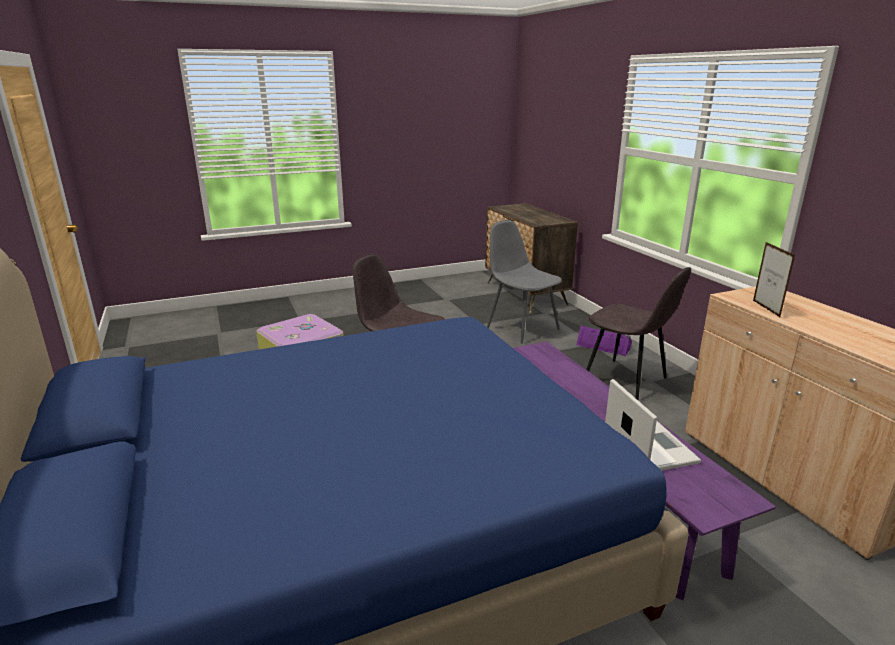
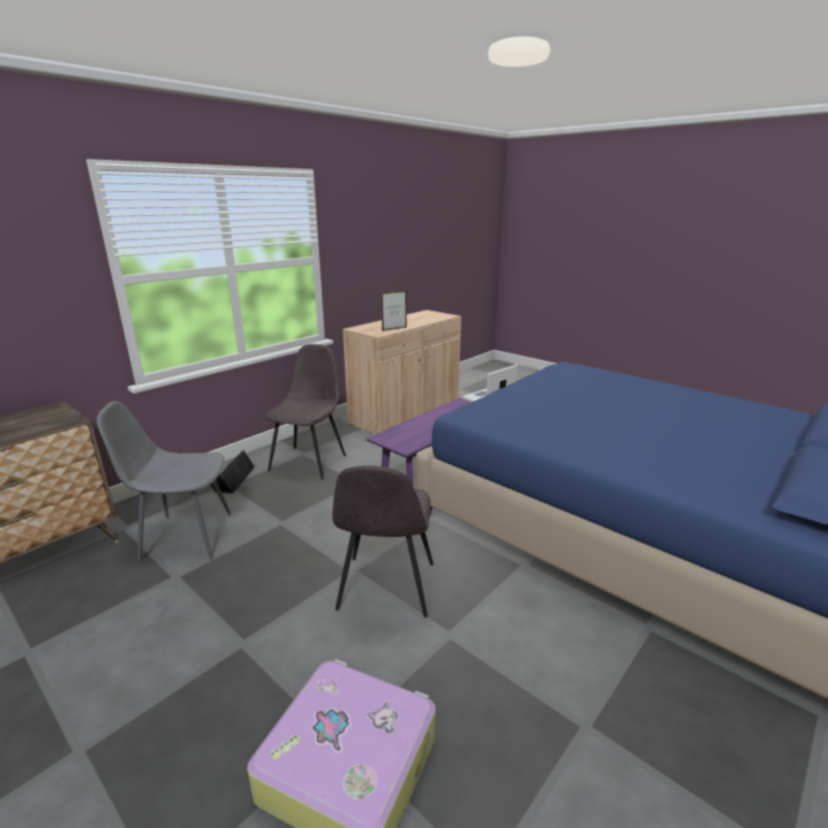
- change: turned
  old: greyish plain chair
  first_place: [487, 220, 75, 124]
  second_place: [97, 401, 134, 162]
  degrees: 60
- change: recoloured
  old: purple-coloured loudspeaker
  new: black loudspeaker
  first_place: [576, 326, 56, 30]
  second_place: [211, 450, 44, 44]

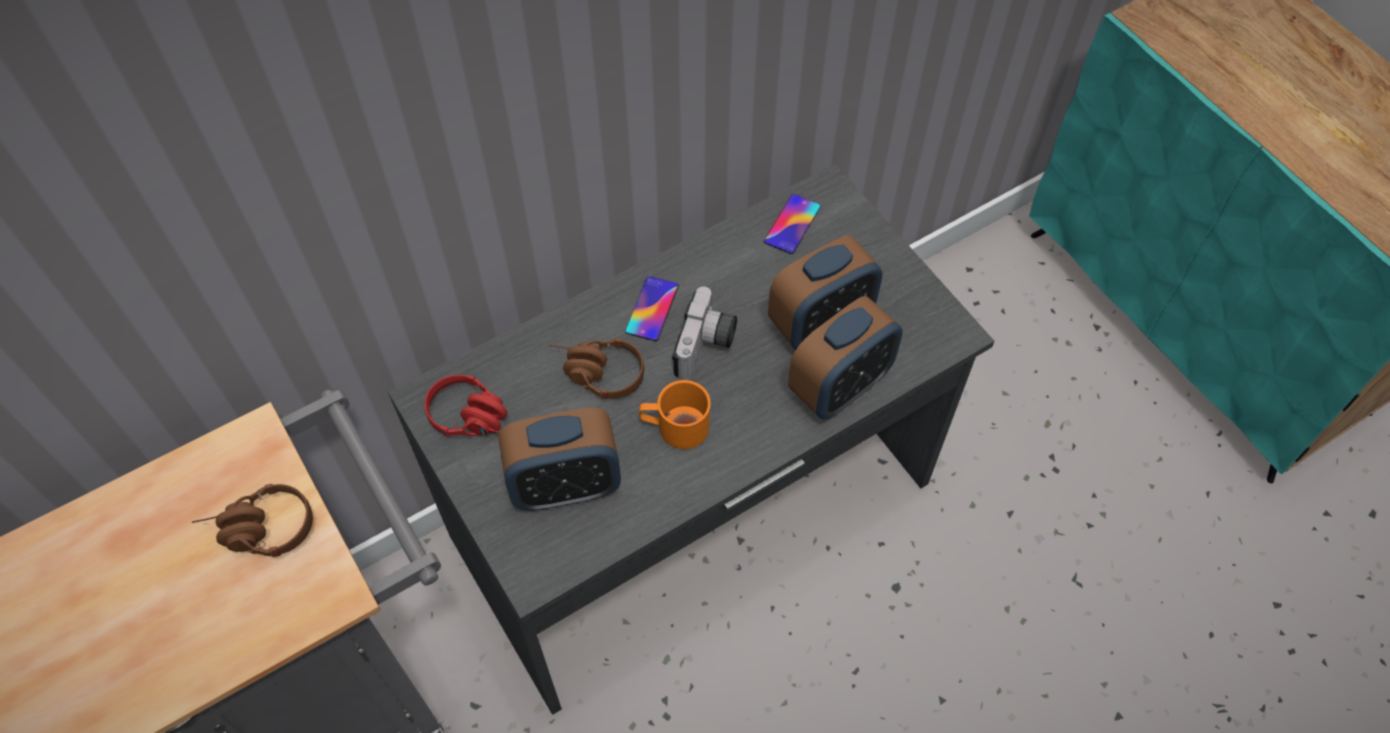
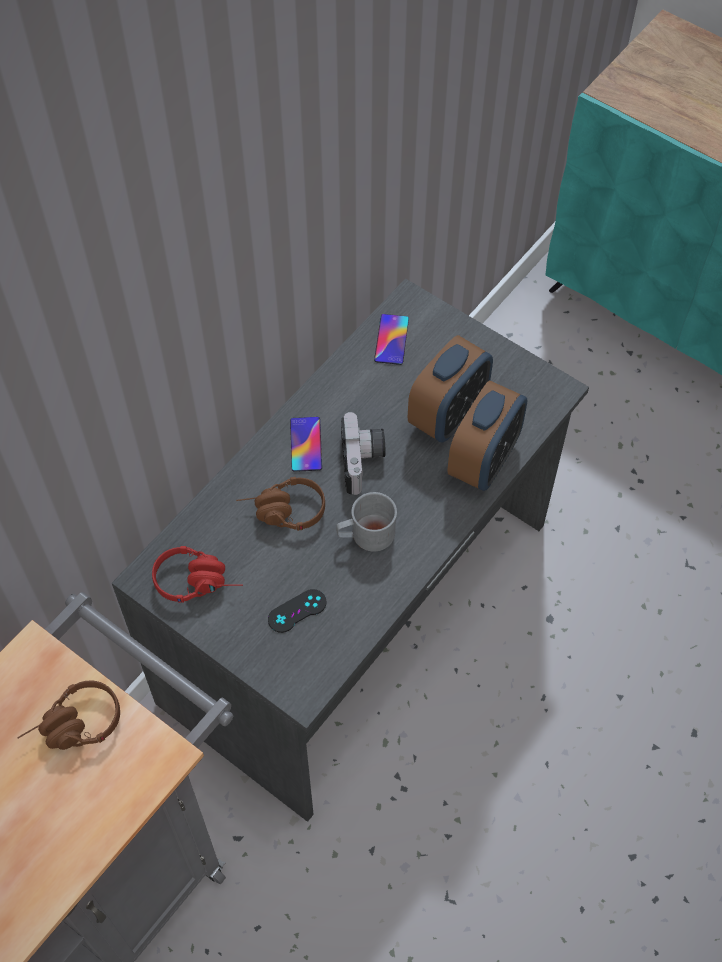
- change: replaced
  old: alarm clock
  new: black joypad
  first_place: [498, 408, 123, 103]
  second_place: [268, 589, 59, 44]
- change: recoloured
  old: orangey tea mug
  new: greyish tea mug
  first_place: [639, 380, 72, 69]
  second_place: [336, 492, 61, 60]

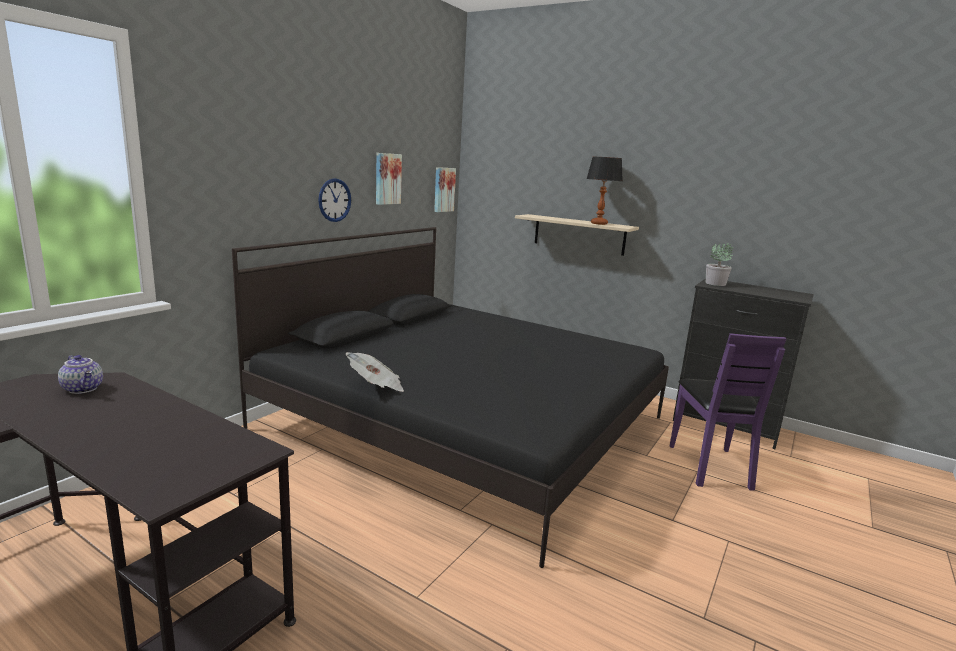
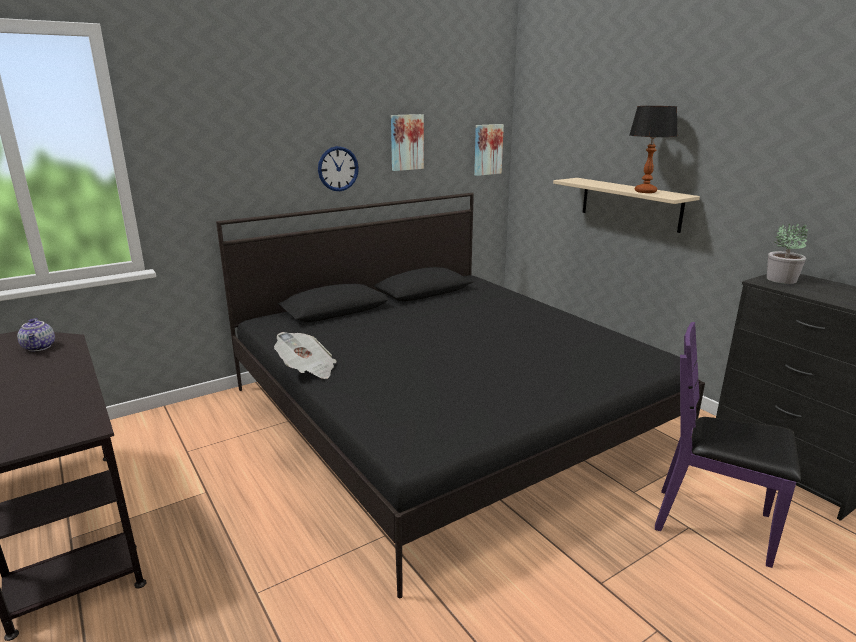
- change: turned
  old: purple-coloured plain chair
  first_place: [670, 333, 116, 158]
  second_place: [655, 322, 146, 246]
  degrees: 90

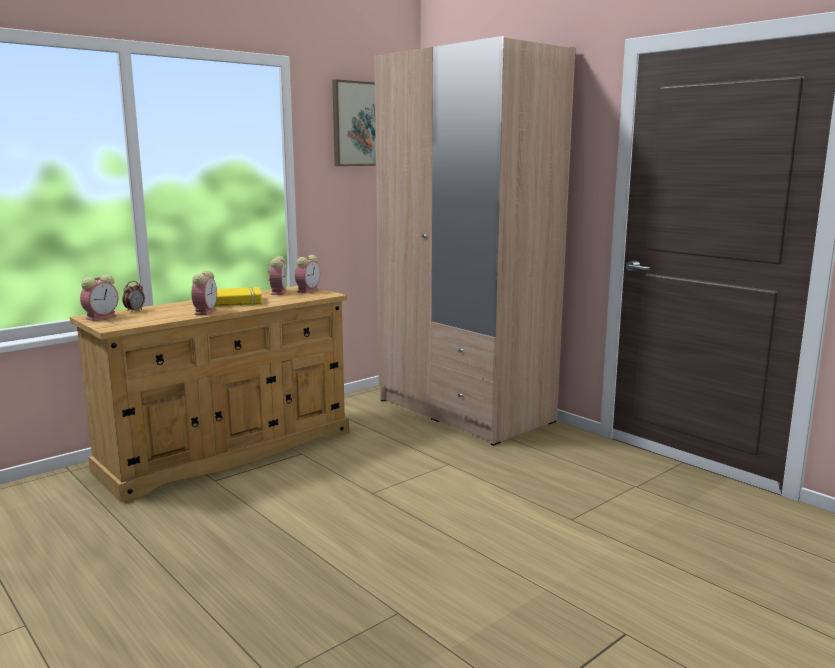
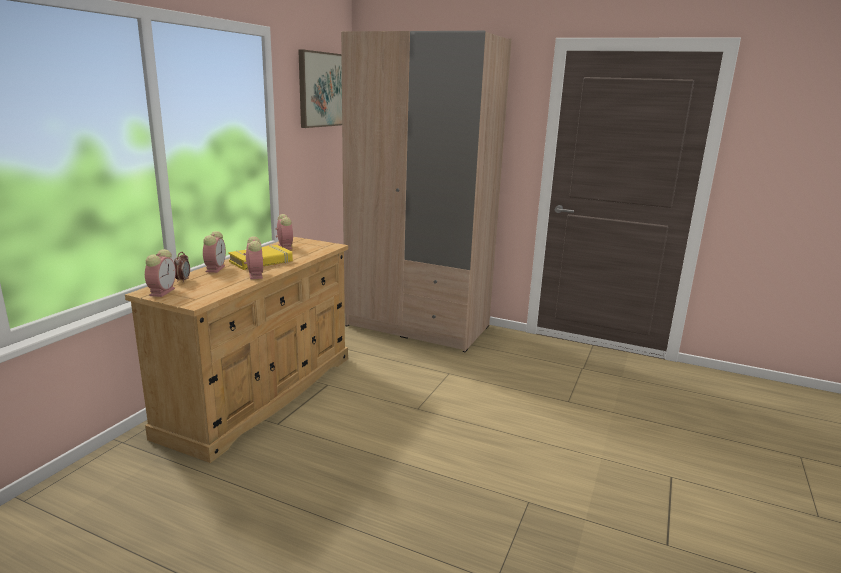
- change: moved
  old: alarm clock
  first_place: [295, 255, 25, 38]
  second_place: [203, 231, 23, 42]

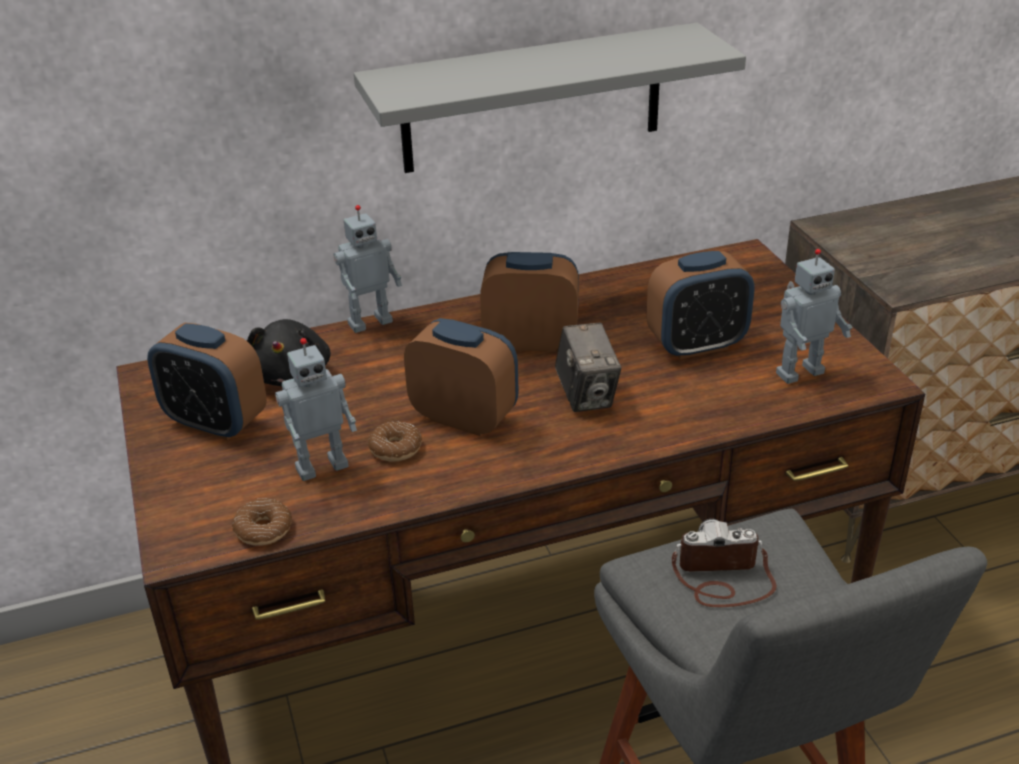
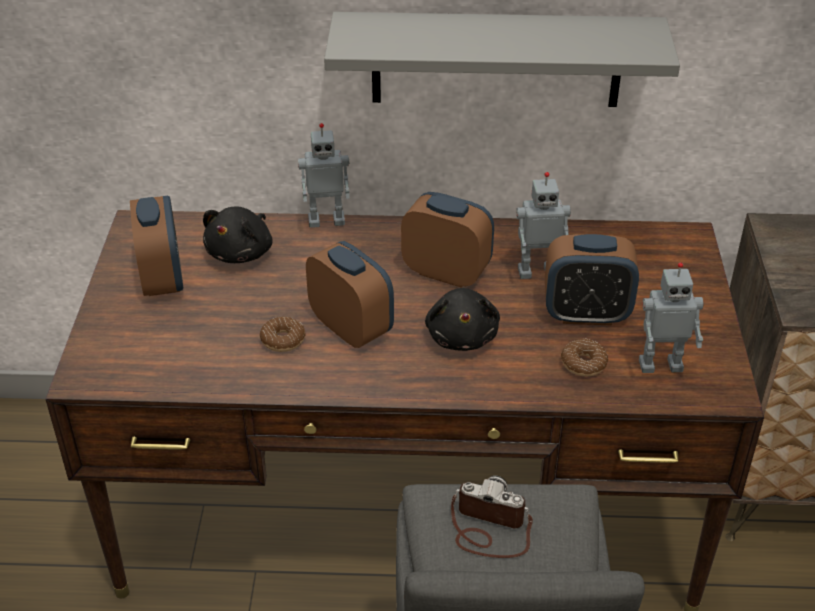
- change: turned
  old: alarm clock
  first_place: [147, 323, 120, 118]
  second_place: [130, 196, 53, 100]
  degrees: -150
- change: replaced
  old: still camera
  new: black plush toy
  first_place: [555, 323, 67, 89]
  second_place: [425, 288, 75, 63]
- change: moved
  old: model robot
  first_place: [275, 338, 82, 143]
  second_place: [516, 172, 55, 107]
- change: moved
  old: doughnut
  first_place: [232, 498, 60, 48]
  second_place: [561, 338, 47, 39]

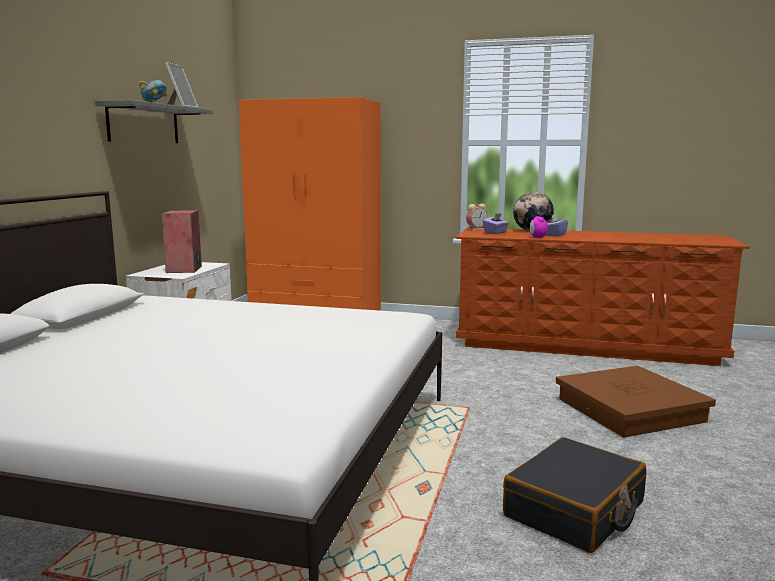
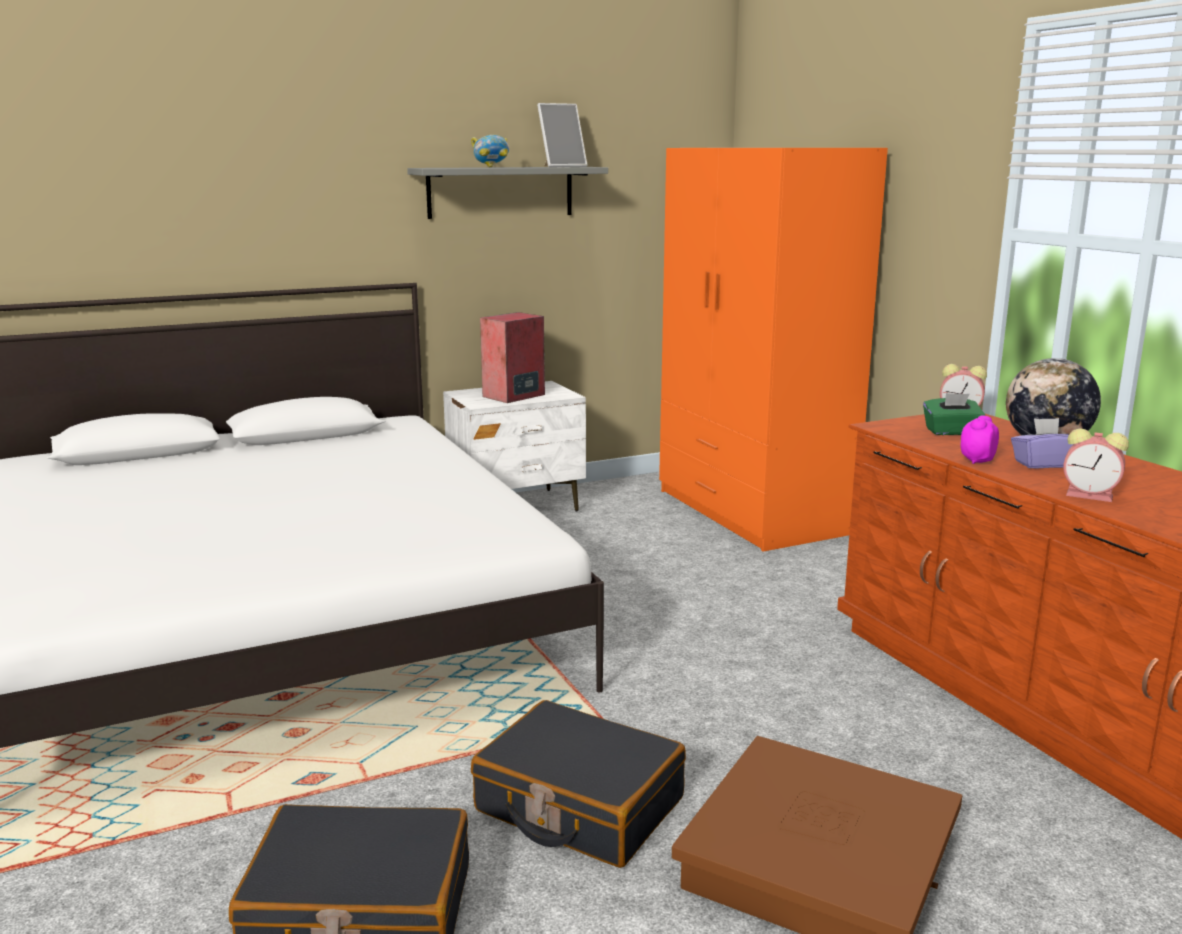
- change: added
  new: black suitcase
  second_place: [471, 700, 215, 168]
- change: recoloured
  old: purple-coloured box of tissues
  new: green box of tissues
  first_place: [483, 213, 26, 21]
  second_place: [923, 393, 62, 42]
- change: added
  new: alarm clock
  second_place: [1063, 428, 66, 74]

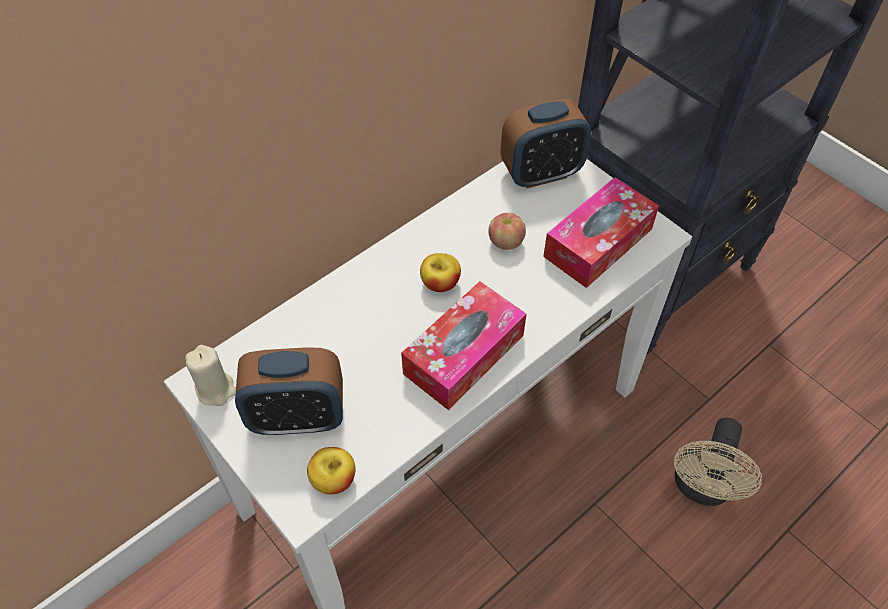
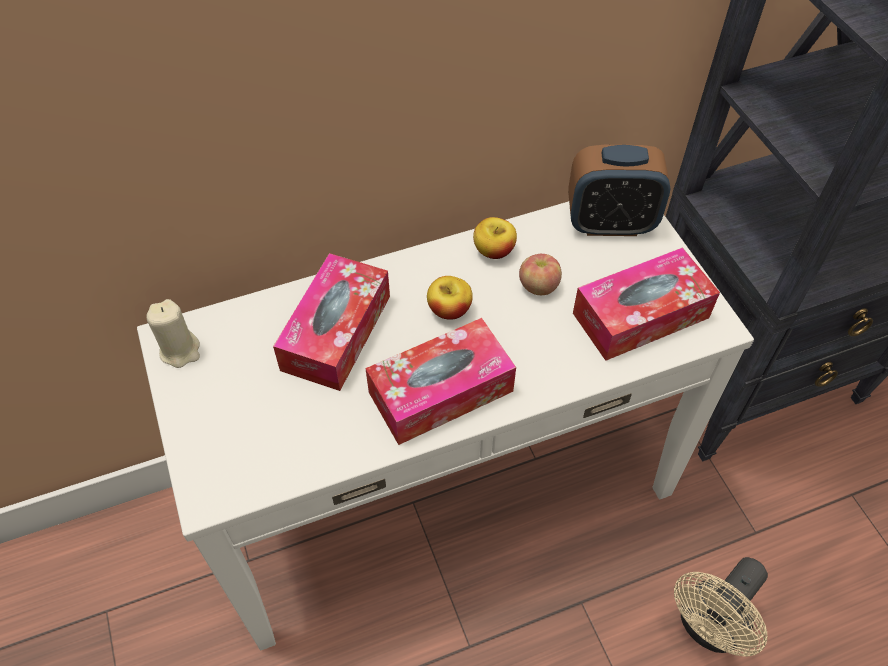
- change: added
  new: box of tissues
  second_place: [273, 253, 117, 138]
- change: moved
  old: whole apple
  first_place: [307, 447, 49, 47]
  second_place: [473, 217, 44, 42]
- change: removed
  old: alarm clock
  first_place: [235, 347, 108, 88]

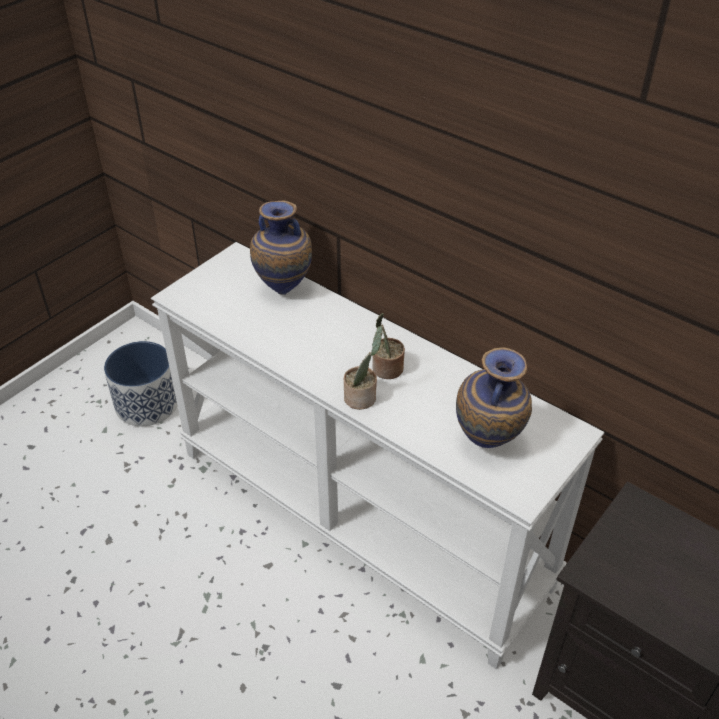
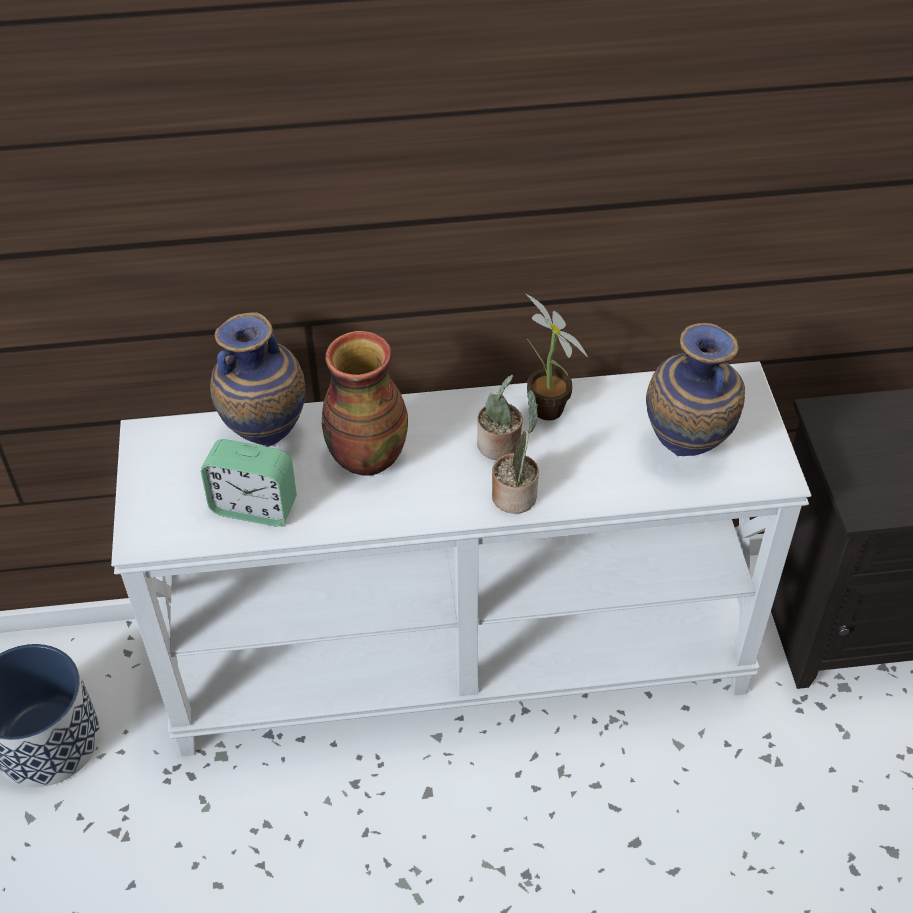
- change: added
  new: alarm clock
  second_place: [201, 439, 96, 87]
- change: added
  new: flower vase
  second_place: [322, 331, 86, 145]
- change: added
  new: potted plant
  second_place: [526, 294, 62, 126]

